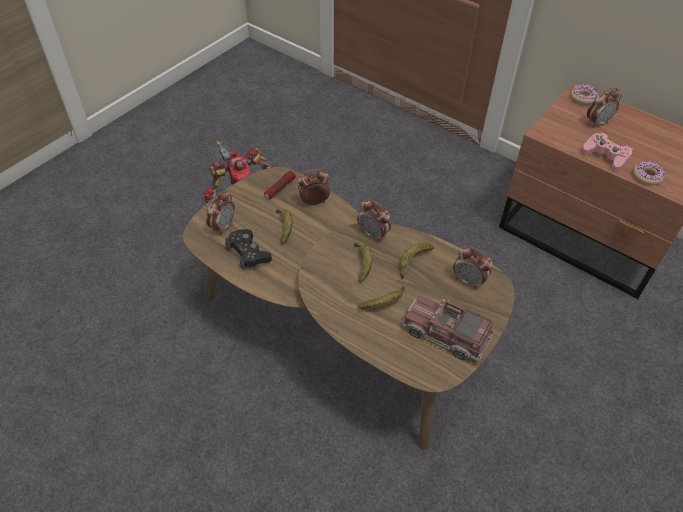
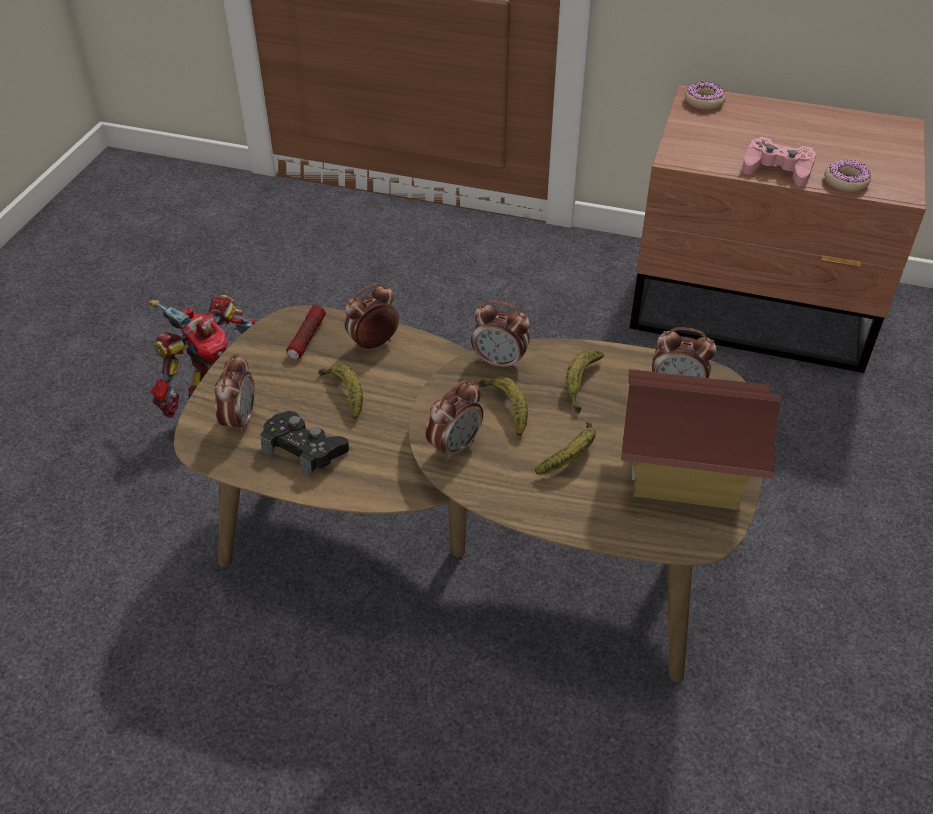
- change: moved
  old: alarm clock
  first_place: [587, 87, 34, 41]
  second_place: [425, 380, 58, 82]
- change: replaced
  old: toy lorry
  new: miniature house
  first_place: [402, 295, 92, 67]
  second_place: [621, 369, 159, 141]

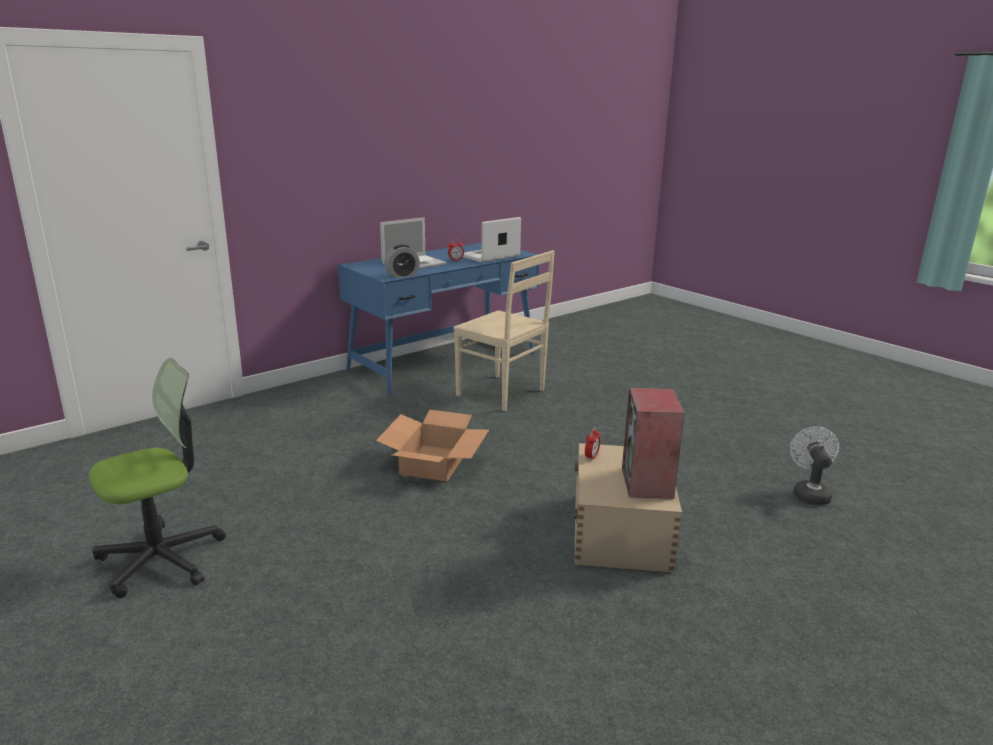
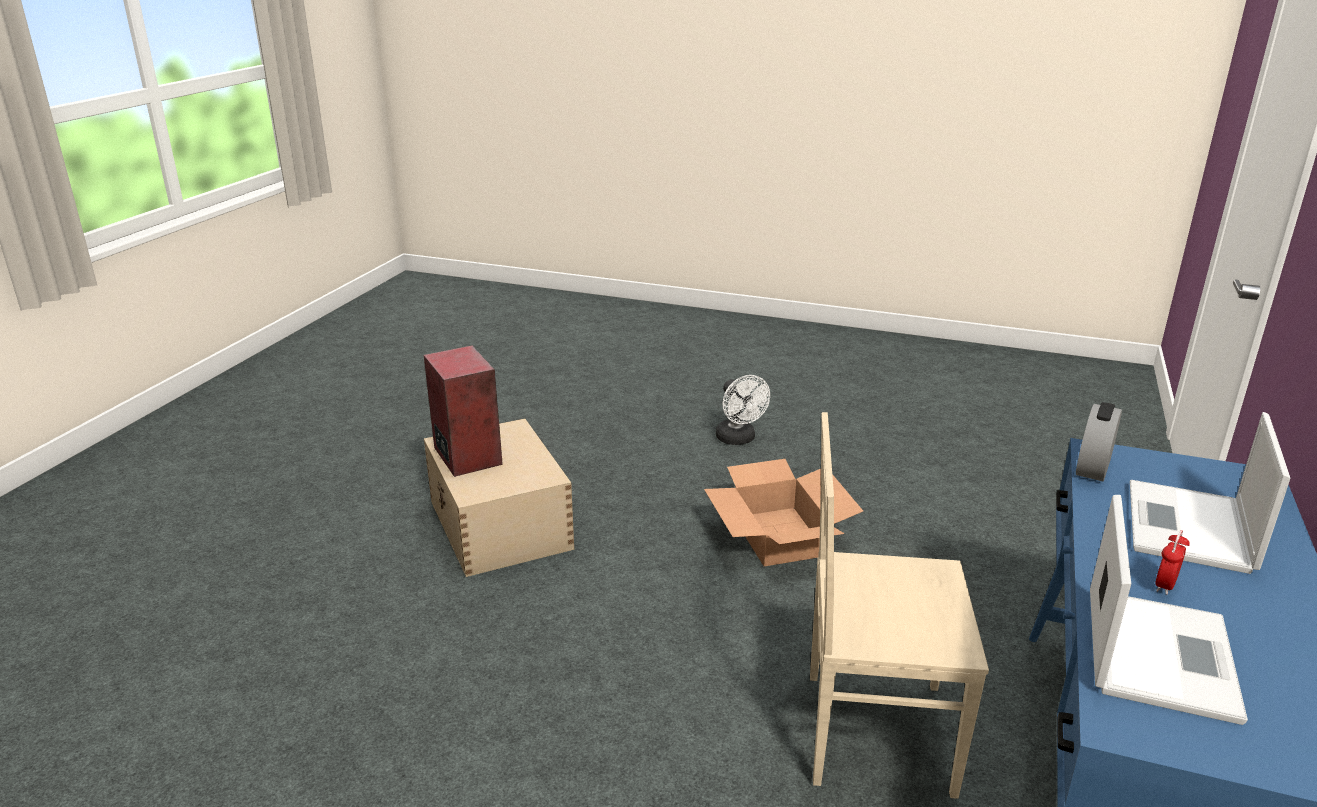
- change: moved
  old: white-coloured cooling fan
  first_place: [790, 426, 49, 79]
  second_place: [716, 375, 54, 70]
- change: removed
  old: computer chair
  first_place: [89, 358, 137, 240]
- change: removed
  old: alarm clock
  first_place: [585, 427, 16, 34]

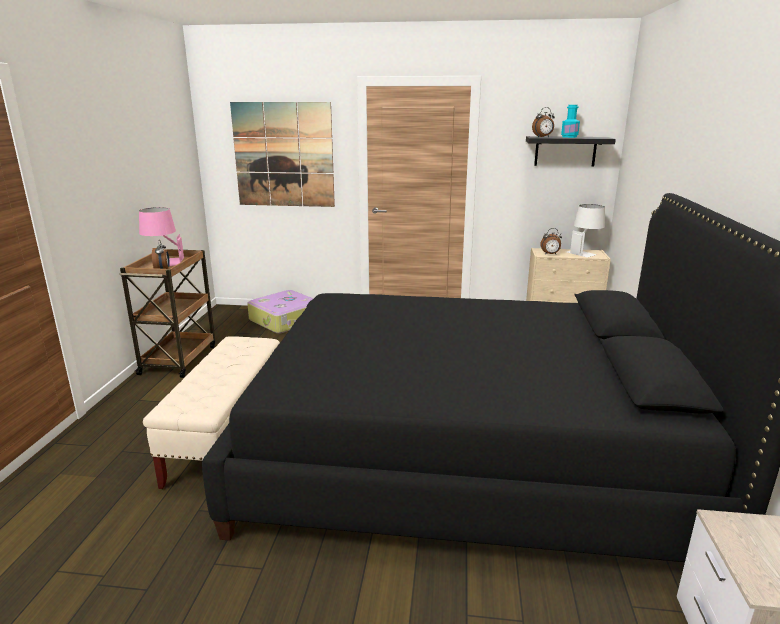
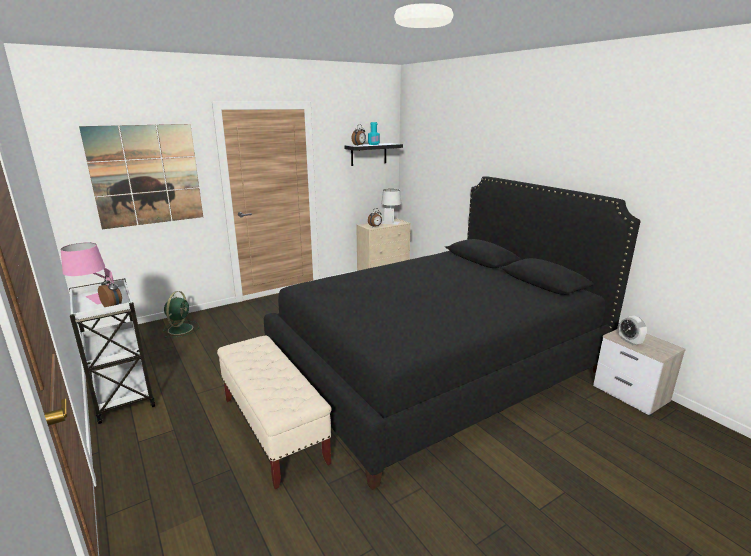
- change: recoloured
  old: brownish cart
  new: white-coloured cart
  first_place: [120, 249, 95, 129]
  second_place: [69, 278, 87, 146]
- change: replaced
  old: suitcase
  new: green cooling fan
  first_place: [247, 290, 67, 44]
  second_place: [163, 291, 36, 47]
- change: added
  new: alarm clock
  second_place: [619, 315, 28, 30]

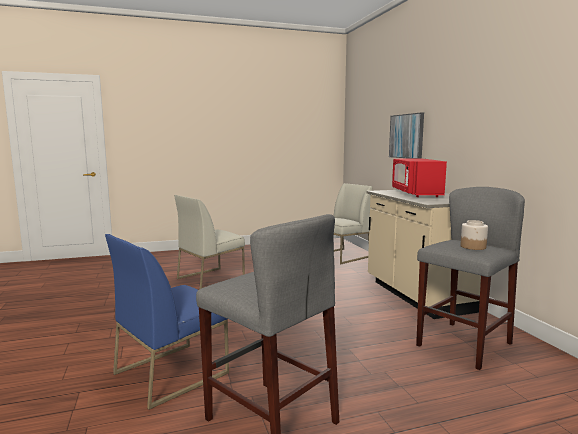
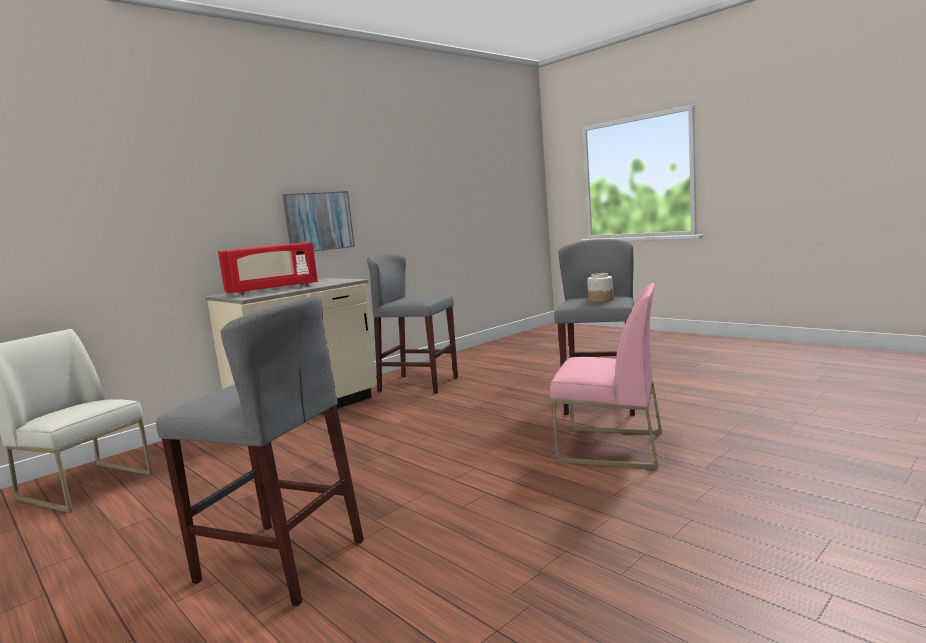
- change: replaced
  old: white-coloured plain chair
  new: greyish sitting stool
  first_place: [174, 195, 71, 94]
  second_place: [156, 296, 208, 310]
- change: moved
  old: wall picture
  first_place: [389, 113, 35, 46]
  second_place: [283, 191, 72, 61]
- change: recoloured
  old: blue-coloured plain chair
  new: pinkish plain chair
  first_place: [105, 234, 124, 175]
  second_place: [550, 283, 112, 186]
- change: moved
  old: jar
  first_place: [460, 220, 28, 30]
  second_place: [587, 273, 26, 29]

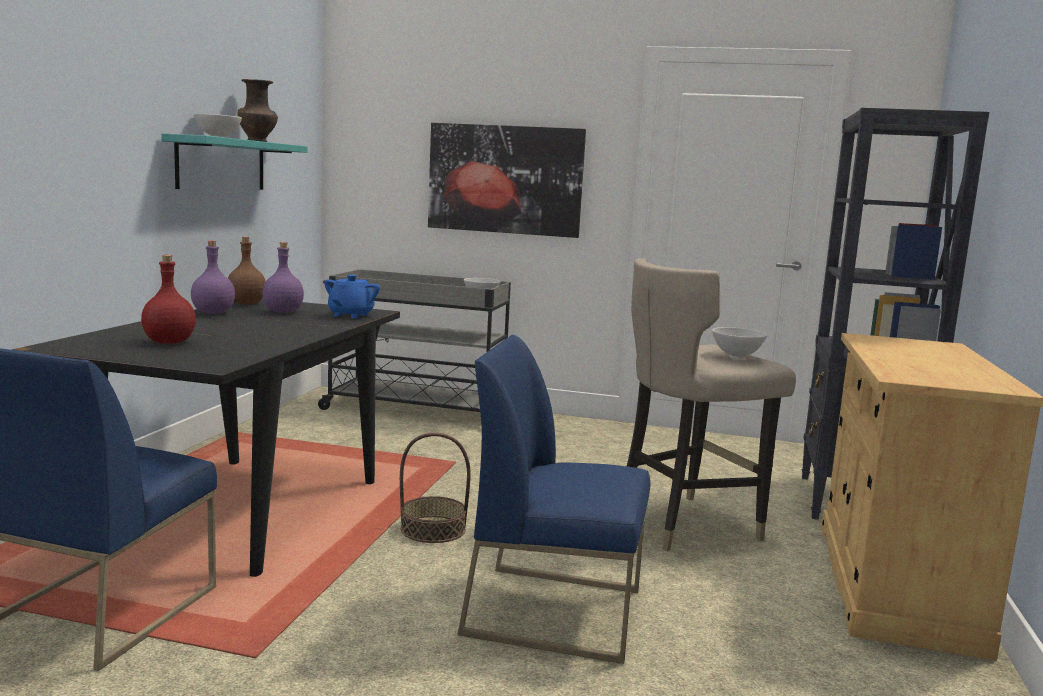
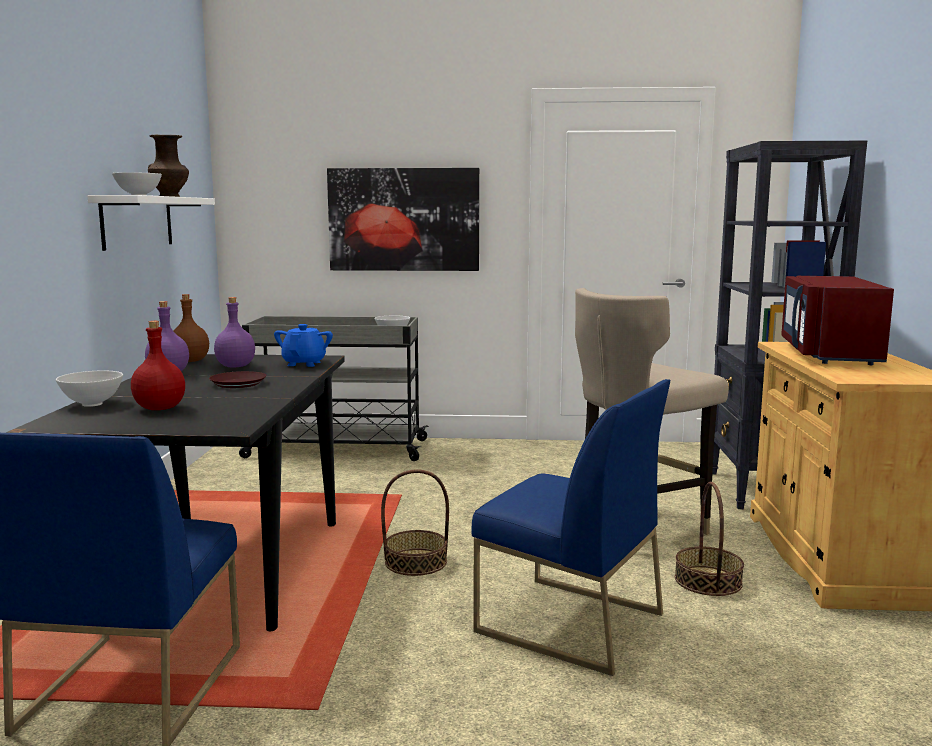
- change: moved
  old: white-coloured bowl
  first_place: [712, 327, 55, 31]
  second_place: [56, 371, 67, 36]
- change: recoloured
  old: turquoise-coloured shelf
  new: white-coloured shelf
  first_place: [161, 133, 147, 57]
  second_place: [87, 195, 128, 56]
- change: added
  new: brownish dinner plate
  second_place: [209, 371, 57, 17]
- change: turned
  old: blue-coloured plain chair
  first_place: [458, 335, 192, 329]
  second_place: [472, 379, 199, 297]
  degrees: -150
- change: added
  new: basket
  second_place: [675, 482, 69, 114]
- change: added
  new: red kitchen microwave
  second_place: [782, 276, 112, 89]

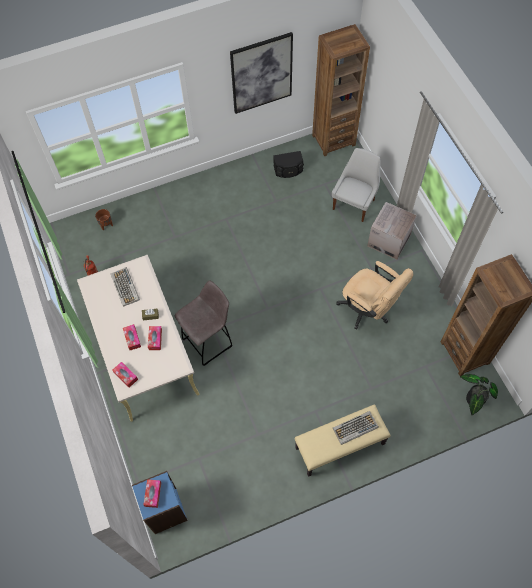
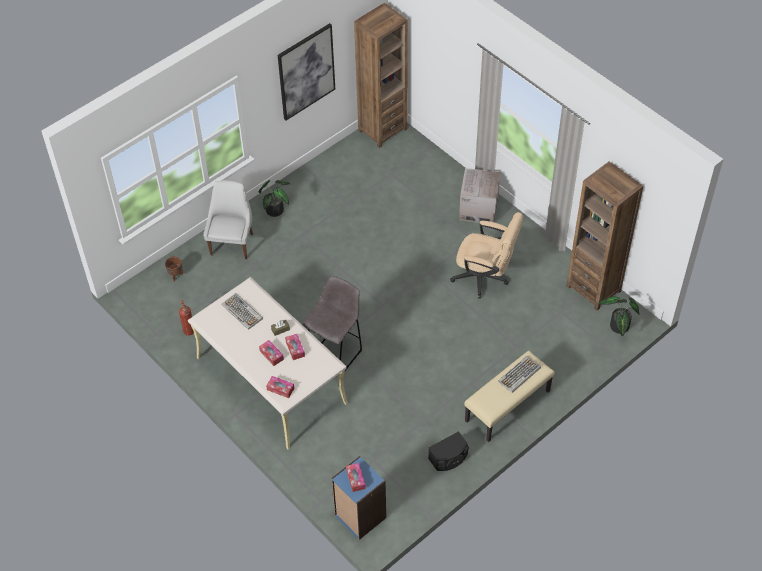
- change: moved
  old: white-coloured plain chair
  first_place: [332, 148, 48, 74]
  second_place: [203, 180, 50, 79]
- change: added
  new: potted plant
  second_place: [258, 180, 32, 37]
- change: moved
  old: black loudspeaker
  first_place: [273, 151, 31, 27]
  second_place: [428, 431, 41, 40]

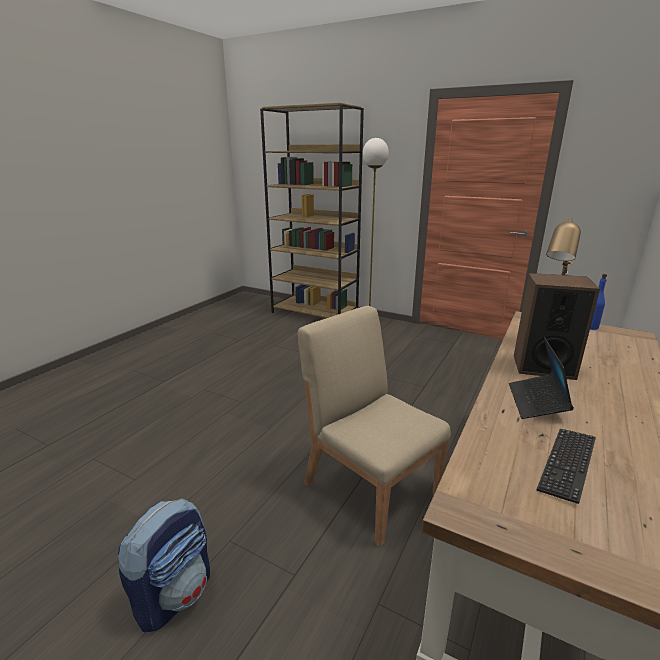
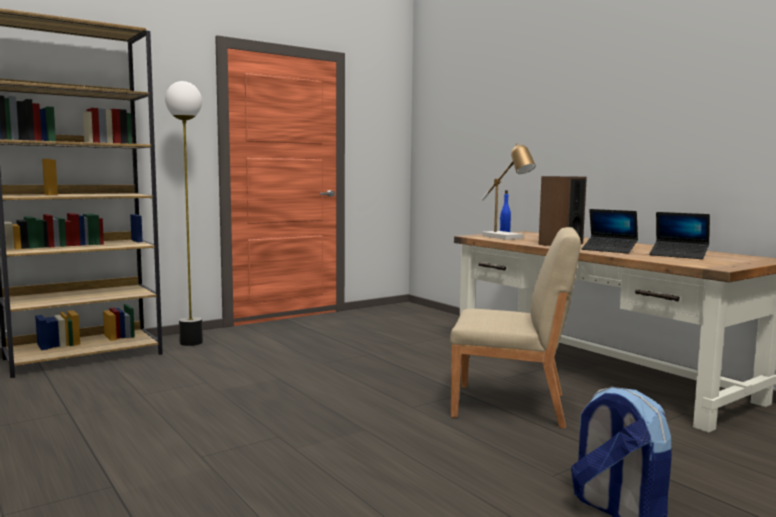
- change: turned
  old: beige plain chair
  first_place: [297, 306, 154, 241]
  second_place: [450, 227, 131, 201]
  degrees: -150
- change: replaced
  old: computer keyboard
  new: portable computer
  first_place: [537, 429, 59, 75]
  second_place: [649, 212, 61, 47]

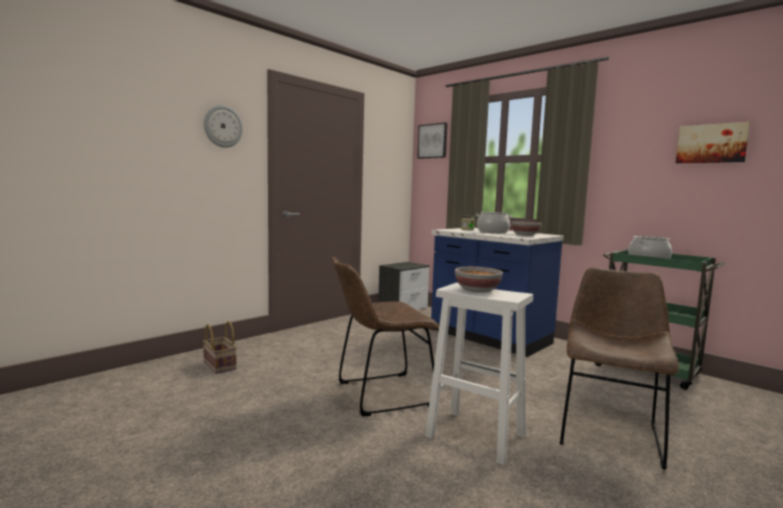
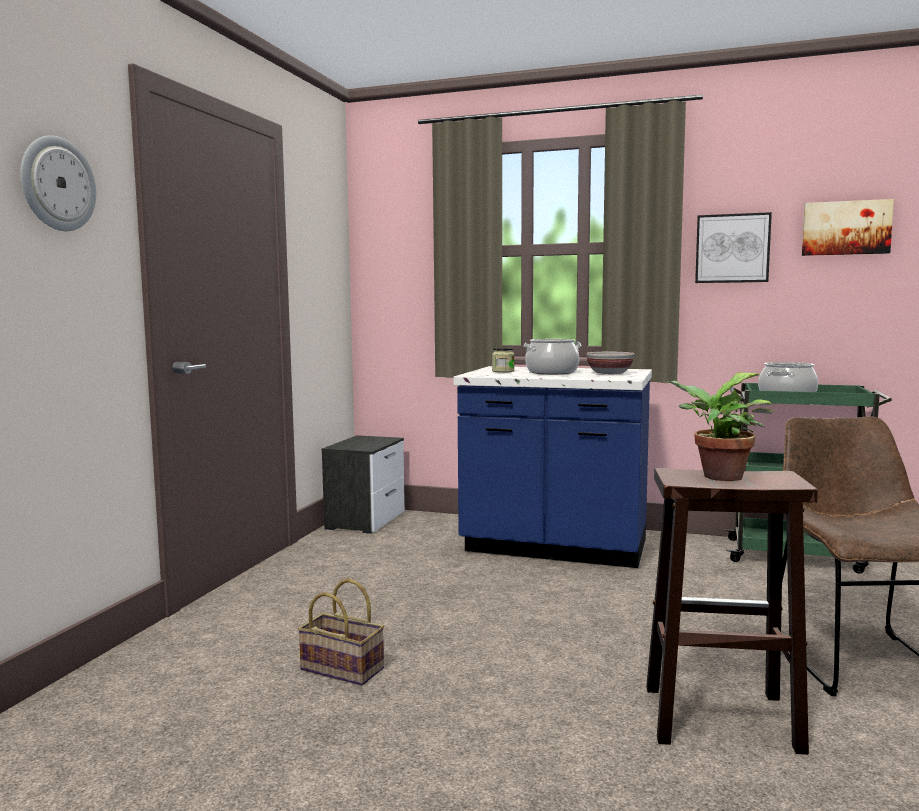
- change: moved
  old: basket
  first_place: [203, 321, 34, 53]
  second_place: [298, 579, 87, 107]
- change: recoloured
  old: white-coloured sitting stool
  new: brownish sitting stool
  first_place: [425, 283, 108, 182]
  second_place: [646, 468, 172, 287]
- change: replaced
  old: bowl
  new: potted plant
  first_place: [455, 267, 48, 26]
  second_place: [666, 373, 107, 108]
- change: moved
  old: wall picture
  first_place: [417, 123, 30, 36]
  second_place: [695, 212, 77, 71]
- change: removed
  old: brownish plain chair
  first_place: [332, 257, 107, 159]

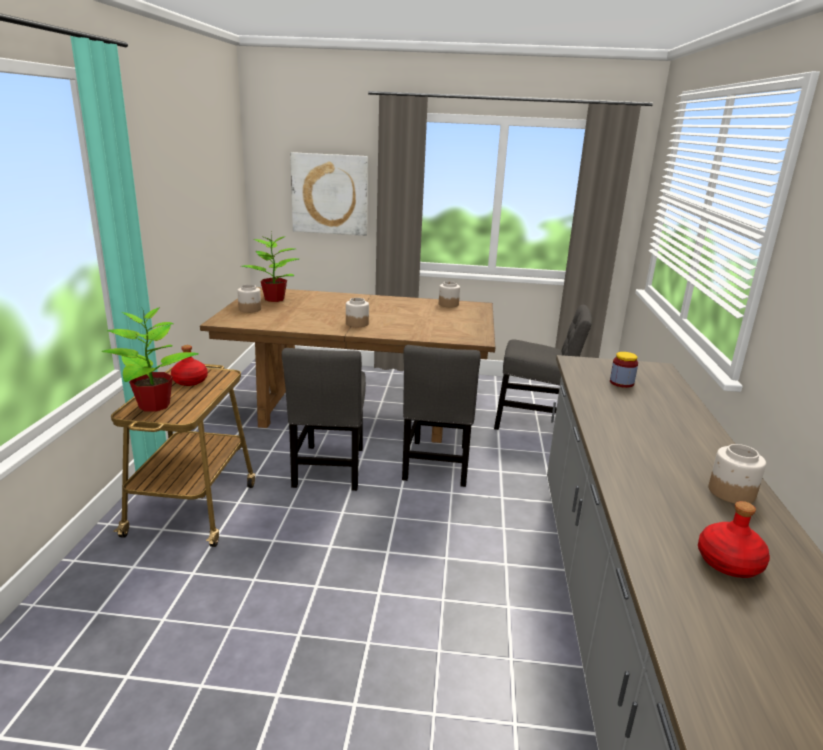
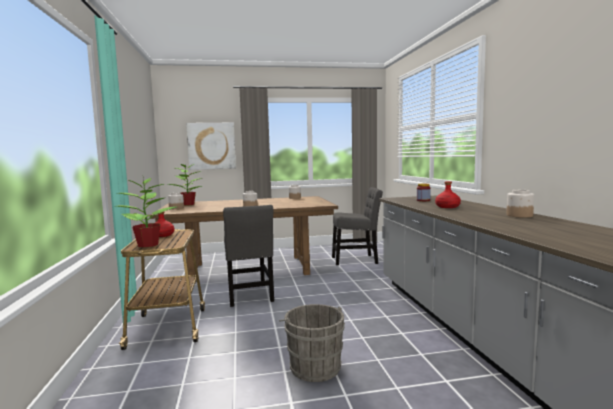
- change: added
  new: greyish pail
  second_place: [279, 304, 66, 78]
- change: moved
  old: red beverage bottle
  first_place: [698, 501, 72, 77]
  second_place: [435, 181, 26, 27]
- change: removed
  old: greyish plain chair
  first_place: [402, 345, 79, 142]

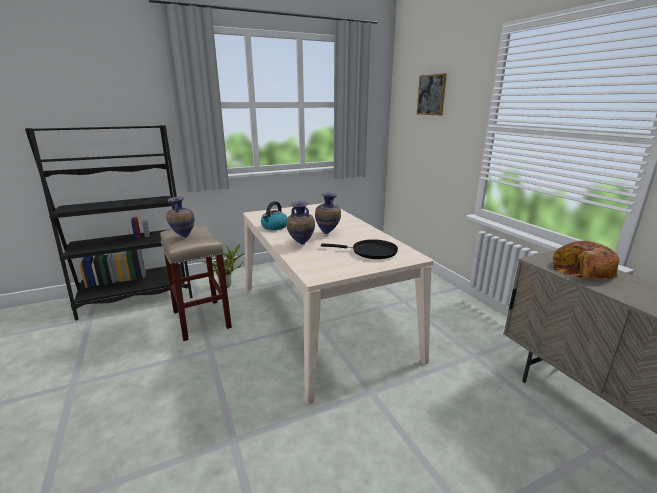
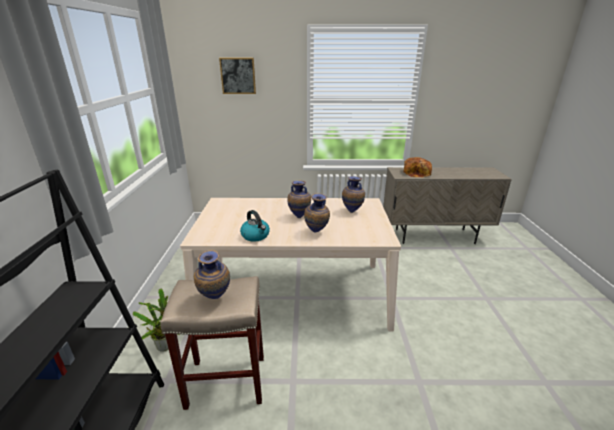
- change: replaced
  old: black frying pan
  new: flower vase
  first_place: [321, 239, 77, 20]
  second_place: [342, 176, 23, 37]

